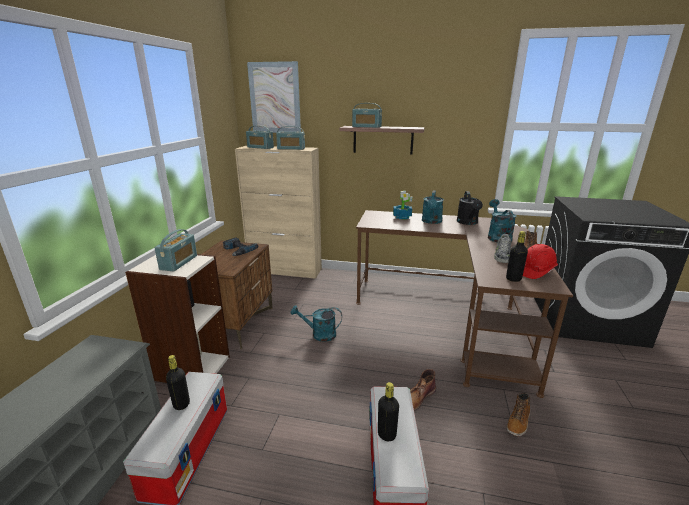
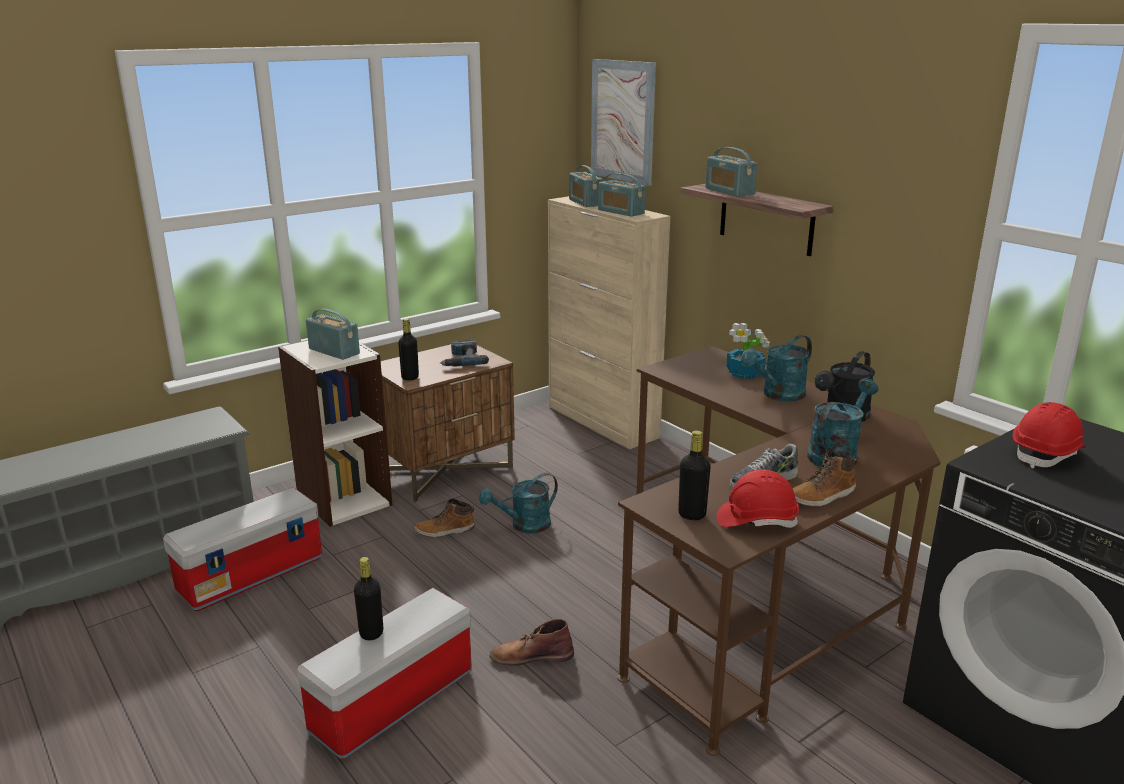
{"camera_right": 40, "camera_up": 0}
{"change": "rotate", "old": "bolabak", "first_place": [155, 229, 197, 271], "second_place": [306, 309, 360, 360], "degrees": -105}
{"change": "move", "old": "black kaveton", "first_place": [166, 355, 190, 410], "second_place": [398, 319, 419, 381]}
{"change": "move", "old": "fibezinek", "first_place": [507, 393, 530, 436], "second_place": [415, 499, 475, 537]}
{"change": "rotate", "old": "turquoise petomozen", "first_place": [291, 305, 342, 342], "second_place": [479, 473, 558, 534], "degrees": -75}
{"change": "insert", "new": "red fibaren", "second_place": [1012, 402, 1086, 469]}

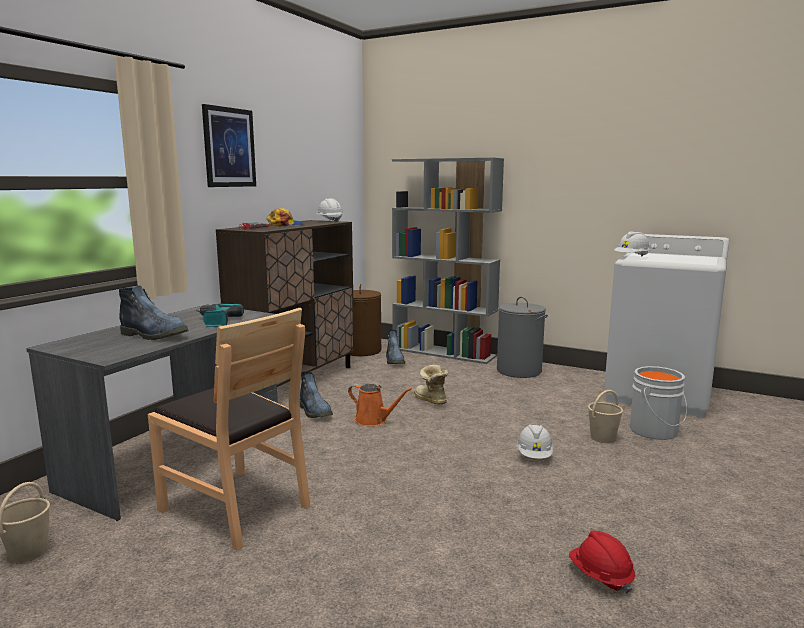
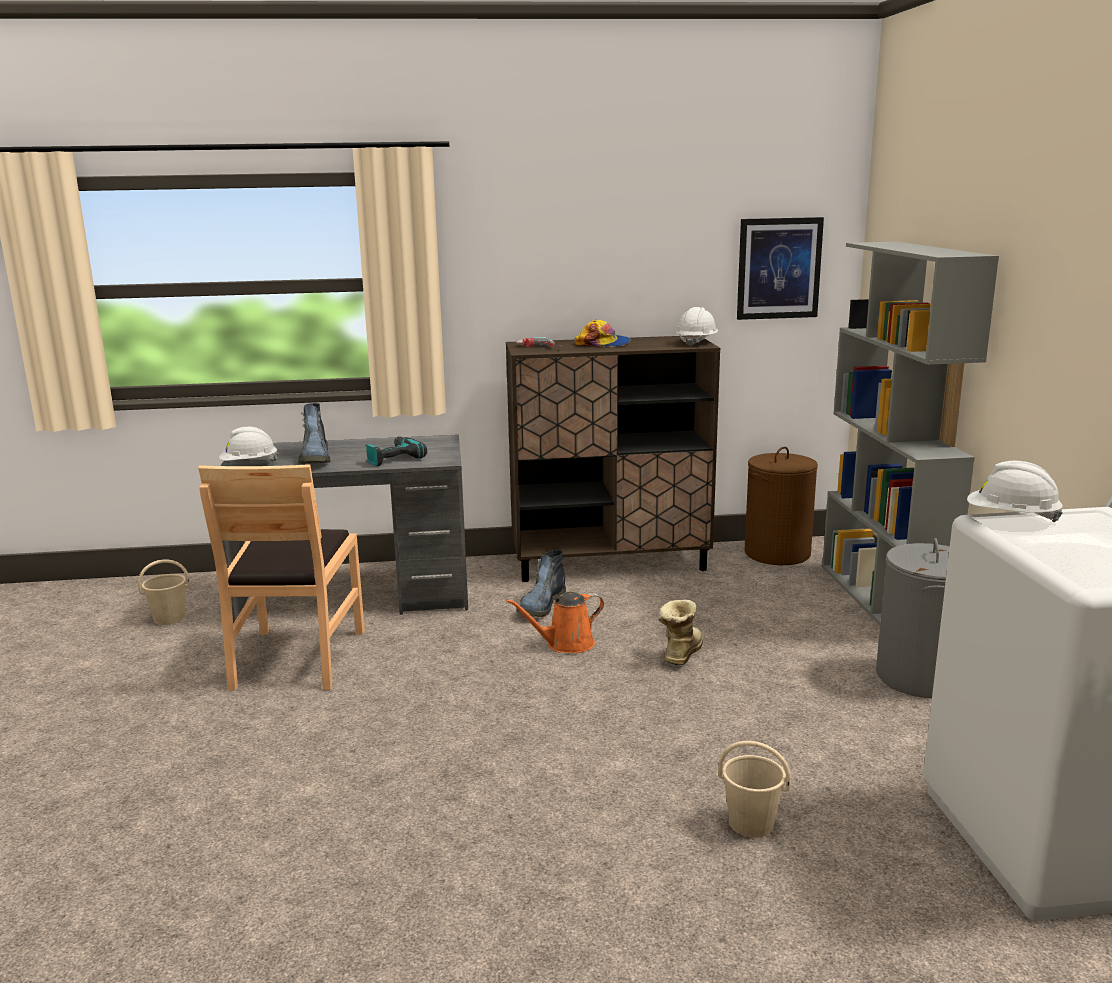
{"camera_right": 55, "camera_up": 5}
{"change": "move", "old": "white fibaren", "first_place": [517, 424, 553, 459], "second_place": [219, 427, 278, 461]}
{"change": "rotate", "old": "orange petomozen", "first_place": [348, 384, 412, 426], "second_place": [506, 592, 604, 653], "degrees": 75}
{"change": "move", "old": "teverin", "first_place": [202, 104, 256, 187], "second_place": [737, 217, 824, 320]}
{"change": "delete", "old": "fibezinek", "first_place": [386, 330, 405, 364]}
{"change": "delete", "old": "red fibaren", "first_place": [569, 530, 635, 594]}
{"change": "delete", "old": "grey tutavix", "first_place": [630, 366, 687, 440]}

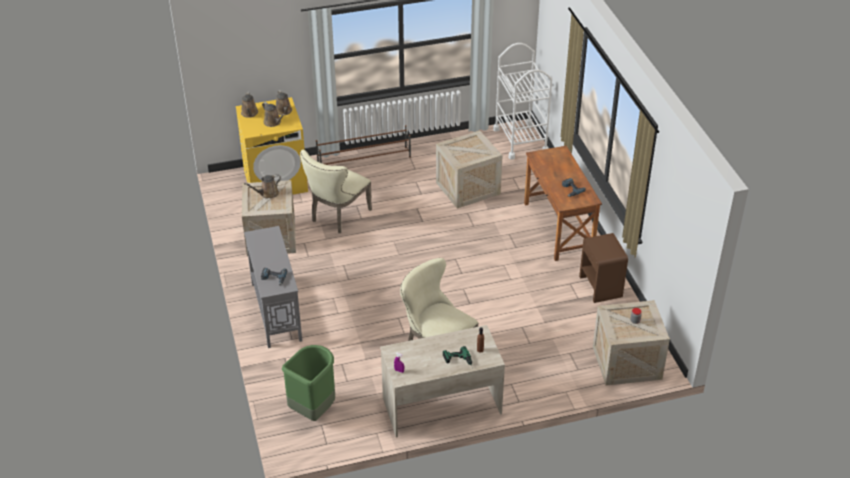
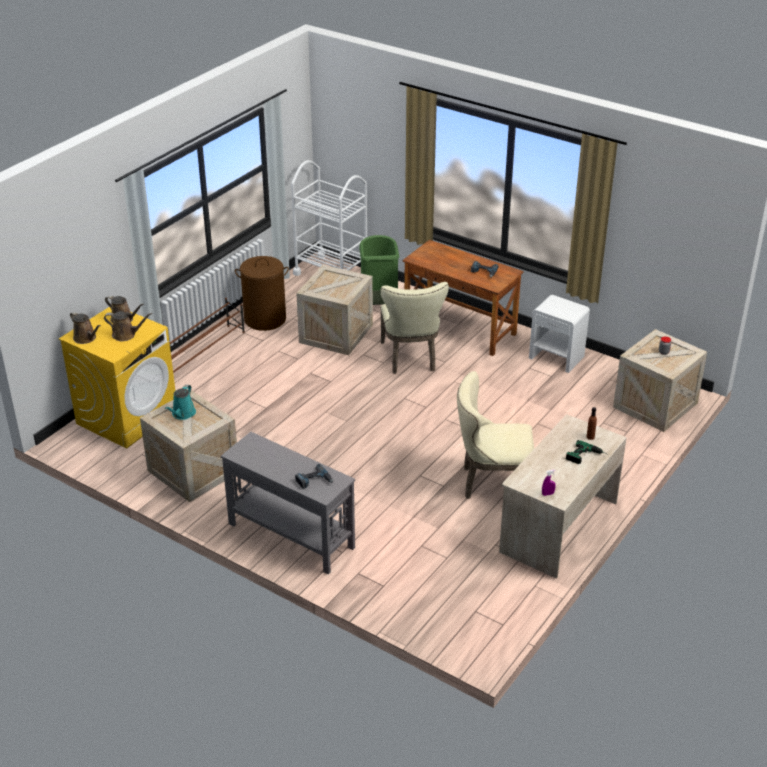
{"camera_right": -40, "camera_up": -5}
{"change": "recolor", "old": "brown petomozen", "new": "turquoise petomozen", "first_place": [244, 174, 281, 198], "second_place": [165, 384, 196, 420]}
{"change": "insert", "new": "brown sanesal", "second_place": [235, 256, 289, 331]}
{"change": "move", "old": "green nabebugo", "first_place": [282, 345, 335, 421], "second_place": [359, 235, 399, 305]}
{"change": "move", "old": "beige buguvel", "first_place": [300, 150, 372, 233], "second_place": [380, 282, 449, 374]}
{"change": "recolor", "old": "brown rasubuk", "new": "white rasubuk", "first_place": [579, 233, 628, 303], "second_place": [529, 295, 590, 373]}

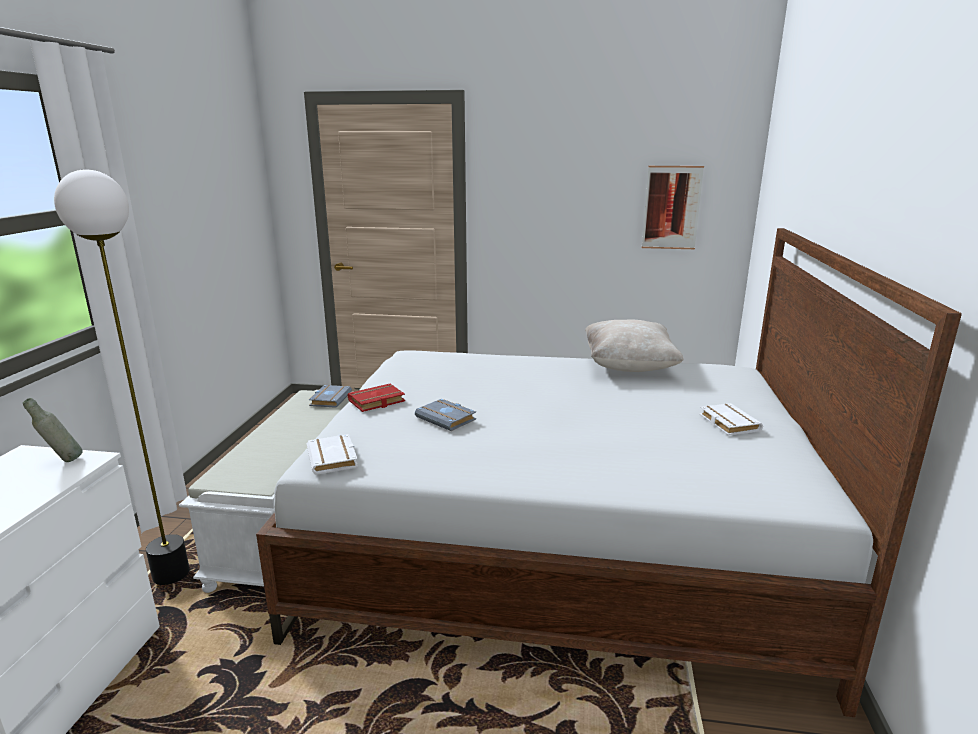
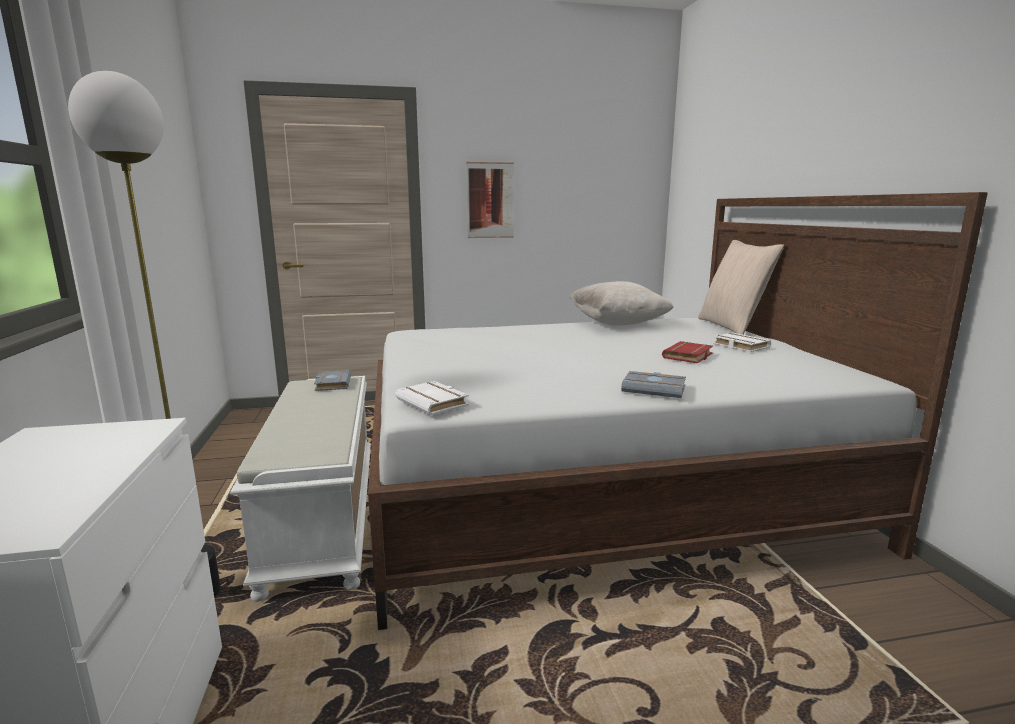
{"camera_right": -20, "camera_up": -5}
{"change": "move", "old": "teverin", "first_place": [642, 166, 704, 249], "second_place": [466, 162, 514, 238]}
{"change": "move", "old": "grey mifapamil", "first_place": [415, 399, 476, 431], "second_place": [621, 371, 686, 398]}
{"change": "move", "old": "red mifapamil", "first_place": [348, 384, 405, 412], "second_place": [662, 341, 713, 363]}
{"change": "insert", "new": "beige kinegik", "second_place": [698, 240, 784, 335]}
{"change": "delete", "old": "grey kaveton", "first_place": [23, 398, 83, 462]}

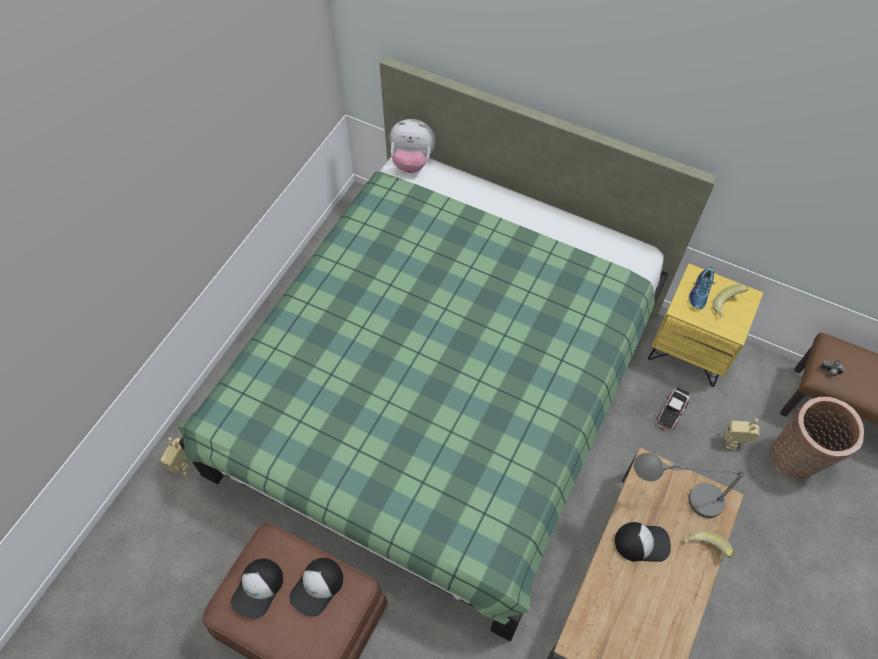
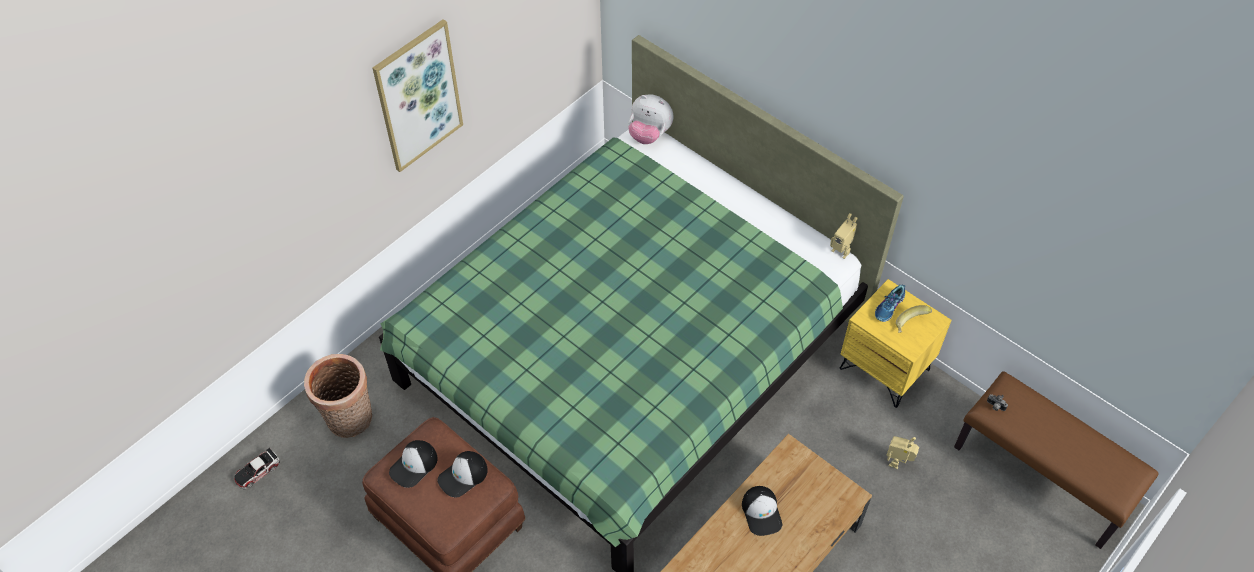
{"camera_right": 15, "camera_up": -5}
{"change": "move", "old": "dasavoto", "first_place": [656, 387, 690, 431], "second_place": [234, 447, 280, 489]}
{"change": "move", "old": "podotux", "first_place": [770, 397, 864, 480], "second_place": [304, 354, 372, 438]}
{"change": "insert", "new": "teverin", "second_place": [373, 19, 463, 172]}
{"change": "rotate", "old": "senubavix", "first_place": [615, 522, 671, 562], "second_place": [742, 486, 782, 536], "degrees": 60}
{"change": "move", "old": "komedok", "first_place": [160, 437, 191, 475], "second_place": [830, 213, 858, 259]}
{"change": "delete", "old": "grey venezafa", "first_place": [634, 453, 744, 518]}
{"change": "delete", "old": "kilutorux", "first_place": [684, 530, 734, 558]}

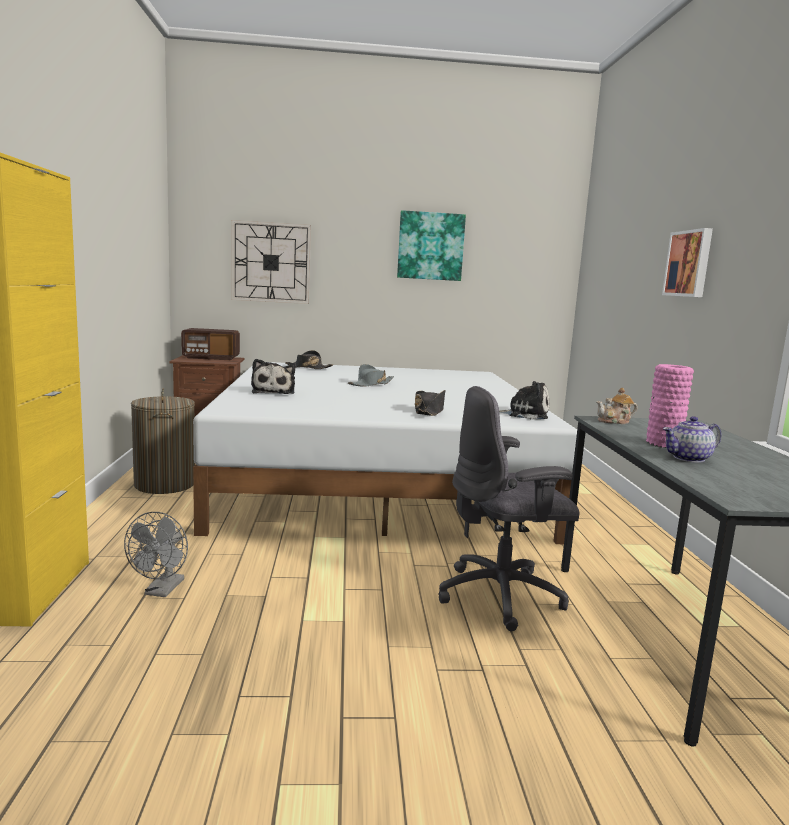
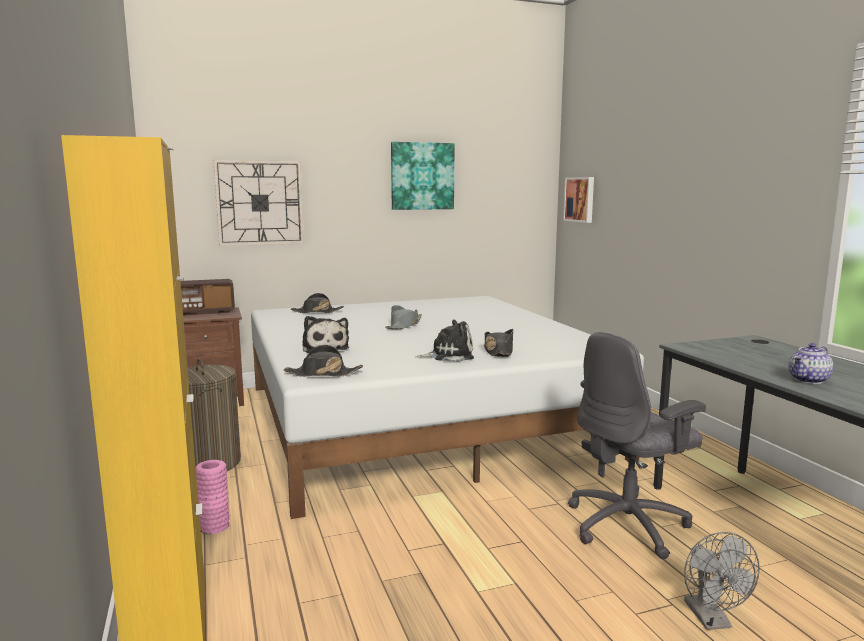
{"camera_right": -15, "camera_up": 0}
{"change": "move", "old": "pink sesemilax", "first_place": [646, 364, 694, 448], "second_place": [196, 460, 229, 534]}
{"change": "insert", "new": "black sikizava", "second_place": [284, 345, 363, 377]}
{"change": "move", "old": "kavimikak", "first_place": [499, 381, 549, 420], "second_place": [416, 320, 474, 361]}
{"change": "move", "old": "teverin", "first_place": [662, 228, 713, 297], "second_place": [563, 177, 594, 223]}
{"change": "move", "old": "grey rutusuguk", "first_place": [124, 512, 188, 597], "second_place": [684, 532, 760, 630]}
{"change": "delete", "old": "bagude", "first_place": [596, 388, 637, 424]}

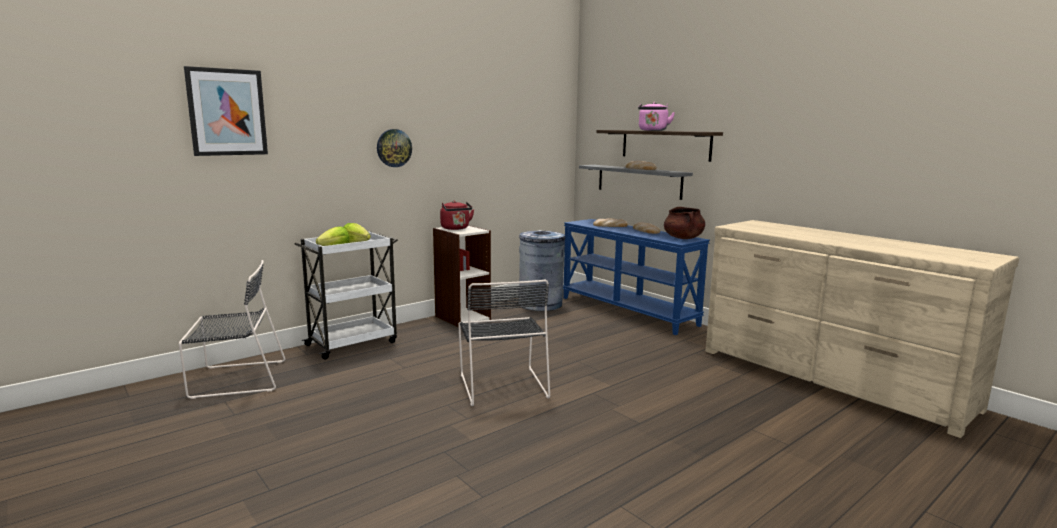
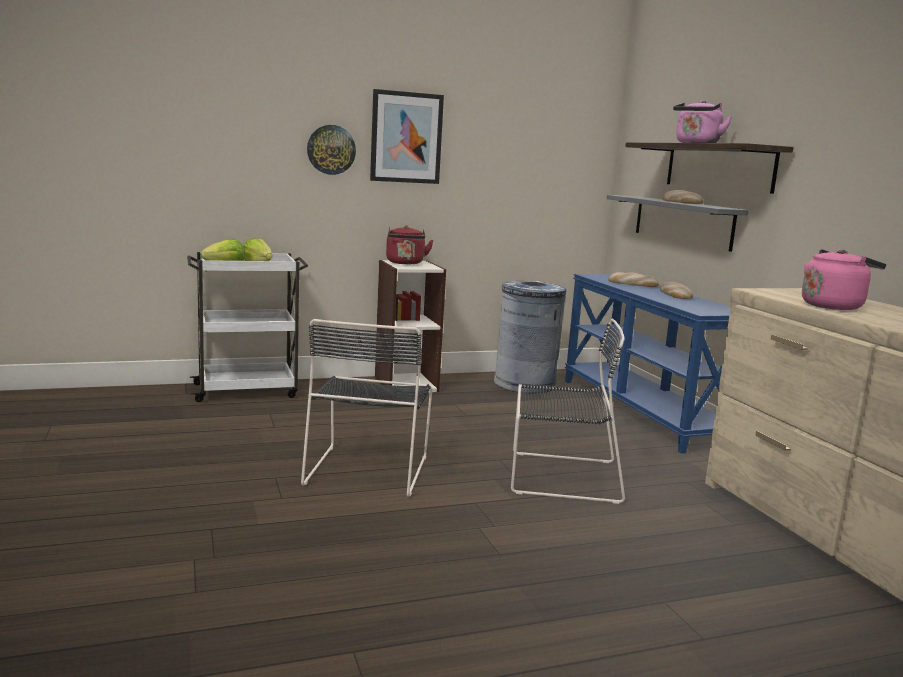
{"camera_right": 20, "camera_up": 0}
{"change": "move", "old": "teverin", "first_place": [184, 66, 268, 156], "second_place": [370, 89, 444, 184]}
{"change": "move", "old": "black buguvel", "first_place": [179, 260, 285, 399], "second_place": [511, 319, 625, 504]}
{"change": "insert", "new": "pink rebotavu", "second_place": [802, 249, 886, 310]}
{"change": "delete", "old": "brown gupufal", "first_place": [664, 207, 705, 239]}

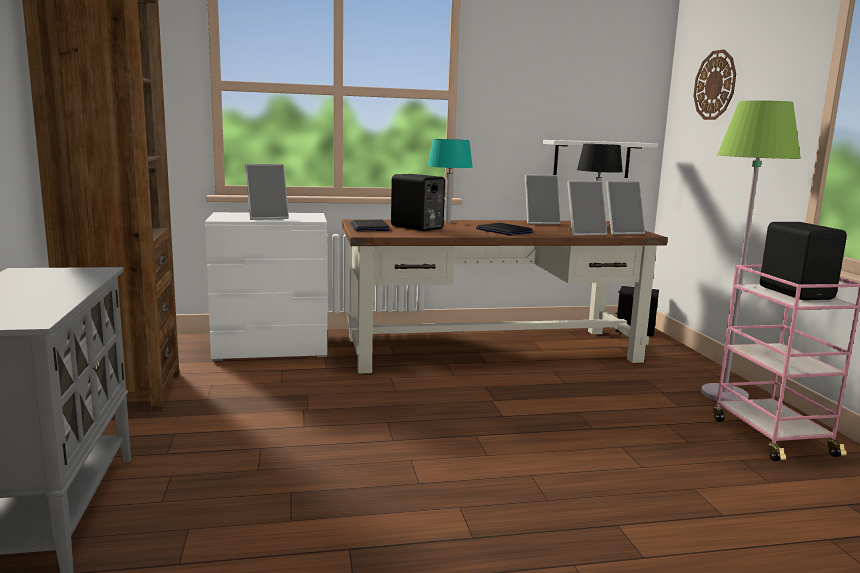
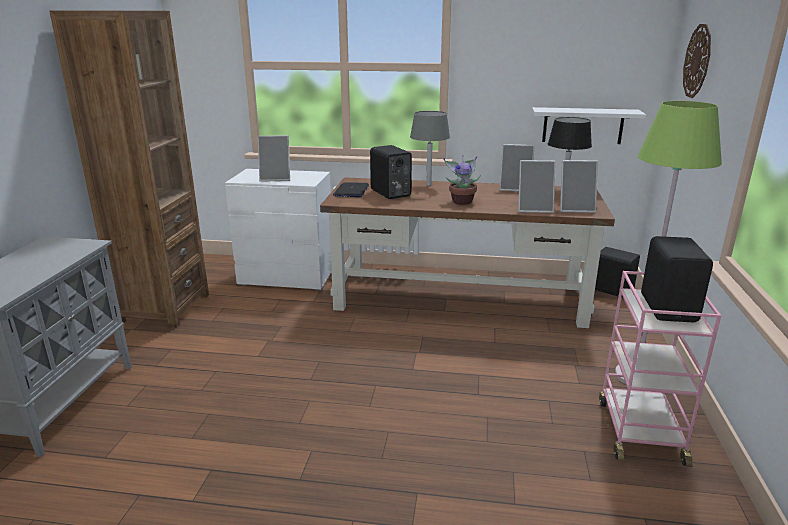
{"camera_right": 20, "camera_up": 10}
{"change": "recolor", "old": "turquoise venezafa", "new": "grey venezafa", "first_place": [427, 139, 473, 223], "second_place": [410, 111, 450, 186]}
{"change": "replace", "old": "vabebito", "new": "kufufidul", "first_place": [476, 223, 533, 236], "second_place": [443, 155, 481, 205]}

